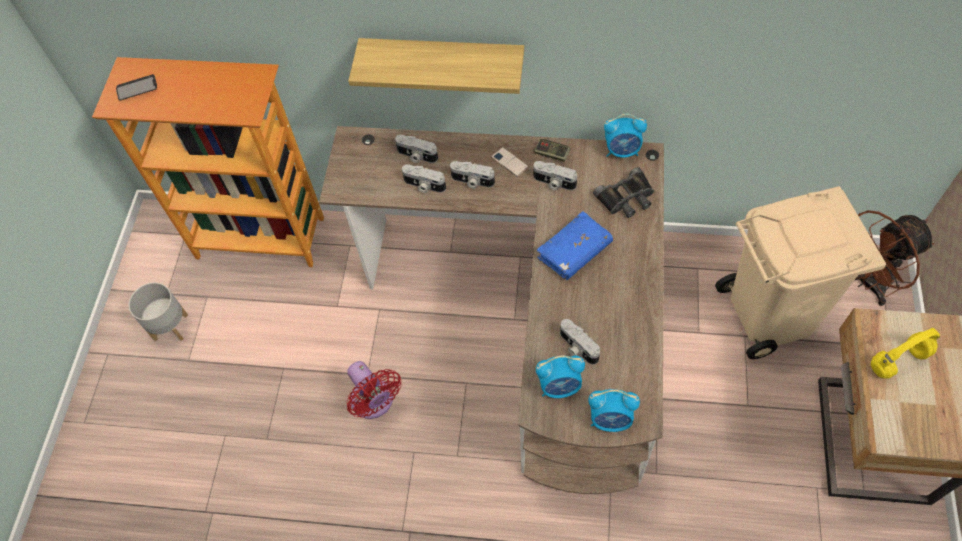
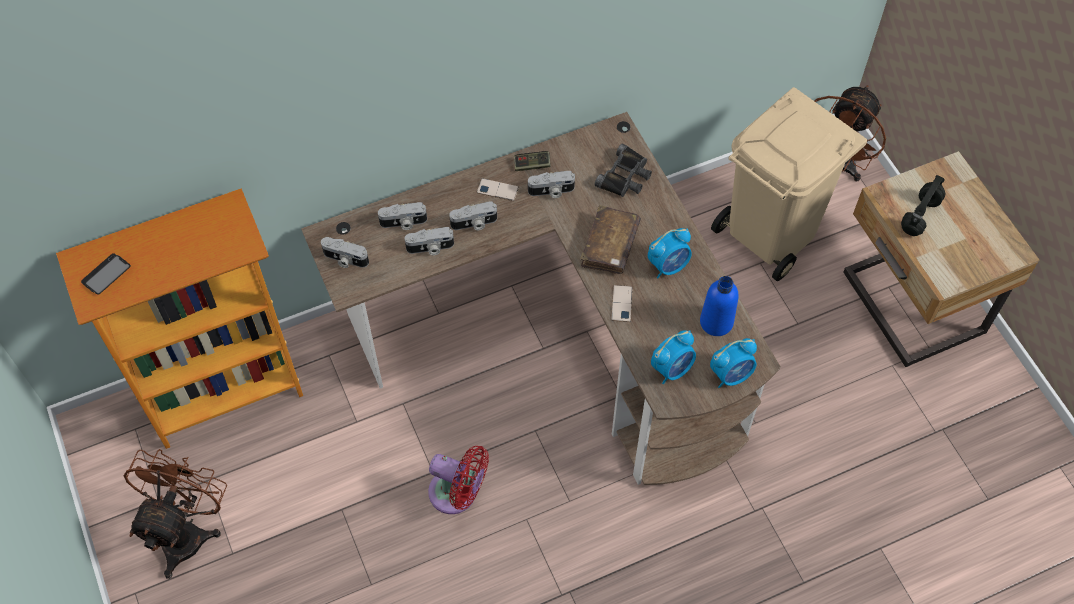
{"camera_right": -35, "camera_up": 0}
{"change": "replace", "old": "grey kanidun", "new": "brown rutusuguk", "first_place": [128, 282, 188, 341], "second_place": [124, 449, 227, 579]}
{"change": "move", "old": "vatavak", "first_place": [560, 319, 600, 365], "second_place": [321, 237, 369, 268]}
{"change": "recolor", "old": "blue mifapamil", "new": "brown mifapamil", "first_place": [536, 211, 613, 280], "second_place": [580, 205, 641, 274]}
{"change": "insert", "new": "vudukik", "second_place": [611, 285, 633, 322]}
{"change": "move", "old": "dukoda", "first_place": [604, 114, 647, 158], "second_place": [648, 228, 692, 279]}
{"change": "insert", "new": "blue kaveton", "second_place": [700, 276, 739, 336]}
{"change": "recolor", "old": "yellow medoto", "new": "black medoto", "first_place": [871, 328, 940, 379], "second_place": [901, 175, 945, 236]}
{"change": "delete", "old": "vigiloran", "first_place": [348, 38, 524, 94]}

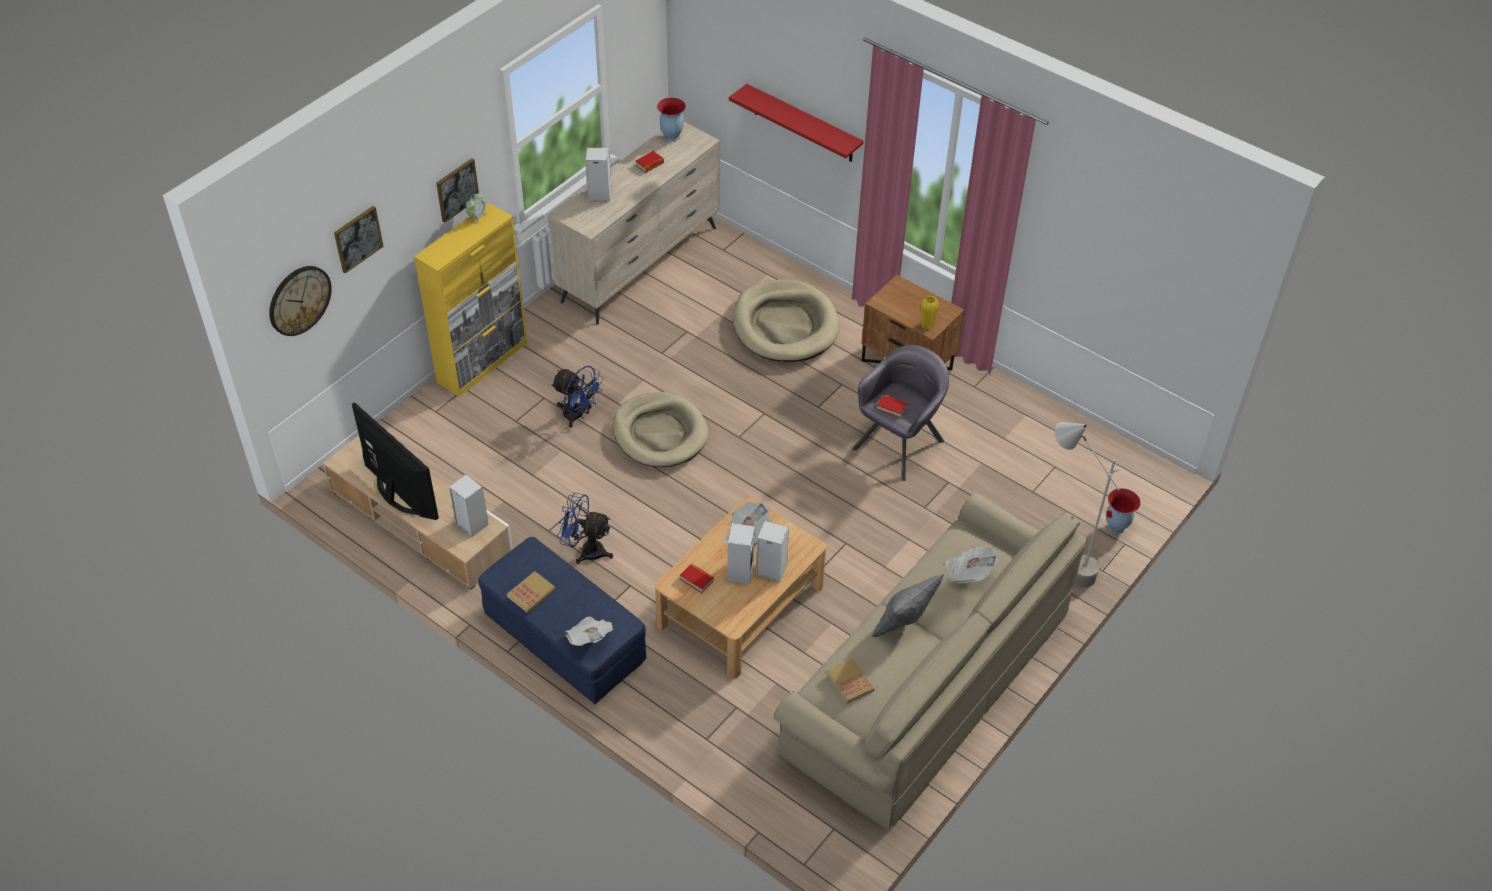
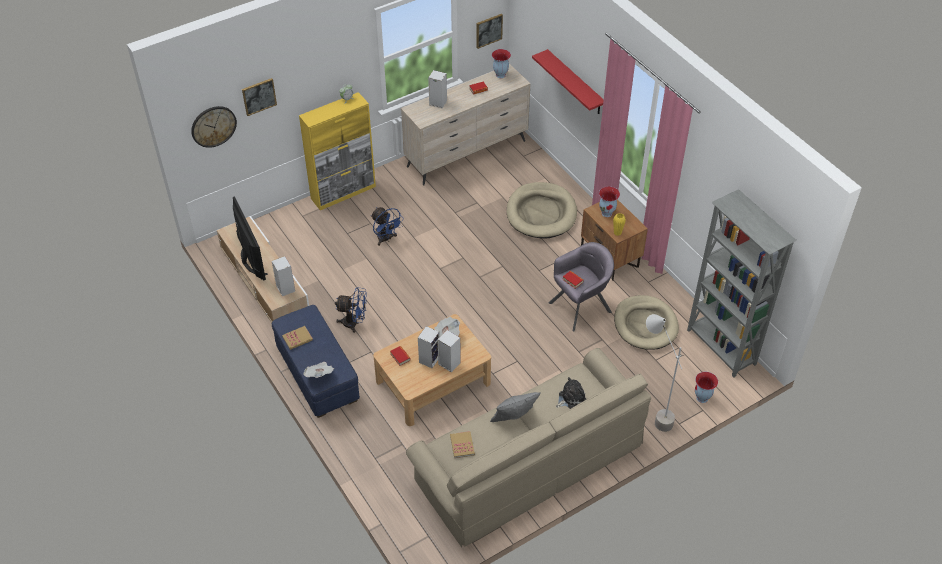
{"camera_right": 20, "camera_up": 0}
{"change": "rotate", "old": "blue rutusuguk", "first_place": [557, 493, 613, 564], "second_place": [335, 287, 367, 333], "degrees": 150}
{"change": "move", "old": "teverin", "first_place": [436, 158, 479, 223], "second_place": [476, 14, 503, 49]}
{"change": "replace", "old": "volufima", "new": "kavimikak", "first_place": [945, 547, 997, 583], "second_place": [556, 377, 586, 409]}
{"change": "insert", "new": "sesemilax", "second_place": [599, 187, 620, 217]}
{"change": "move", "old": "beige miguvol", "first_place": [613, 392, 708, 467], "second_place": [614, 295, 679, 350]}
{"change": "insert", "new": "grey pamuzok", "second_place": [687, 189, 797, 378]}

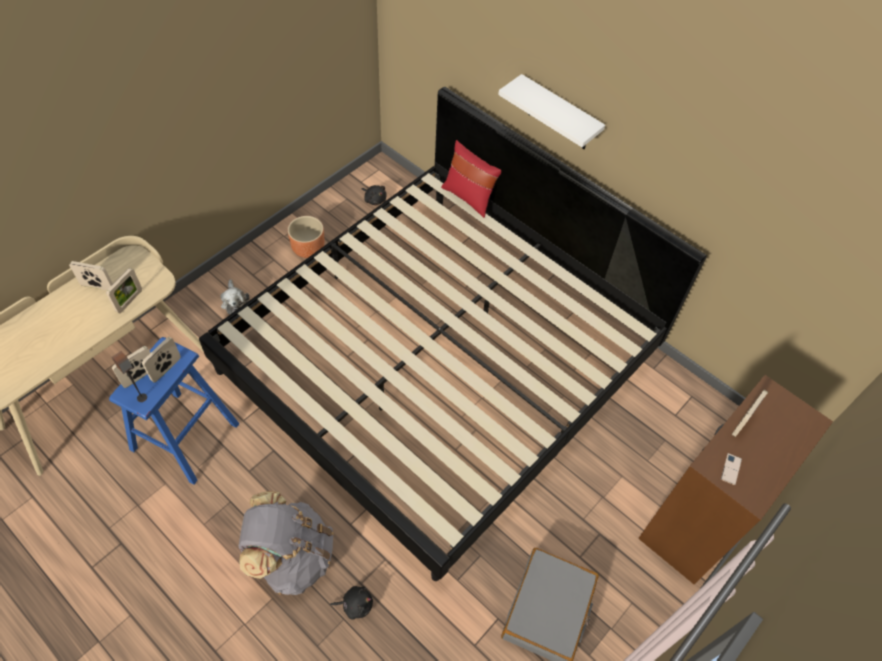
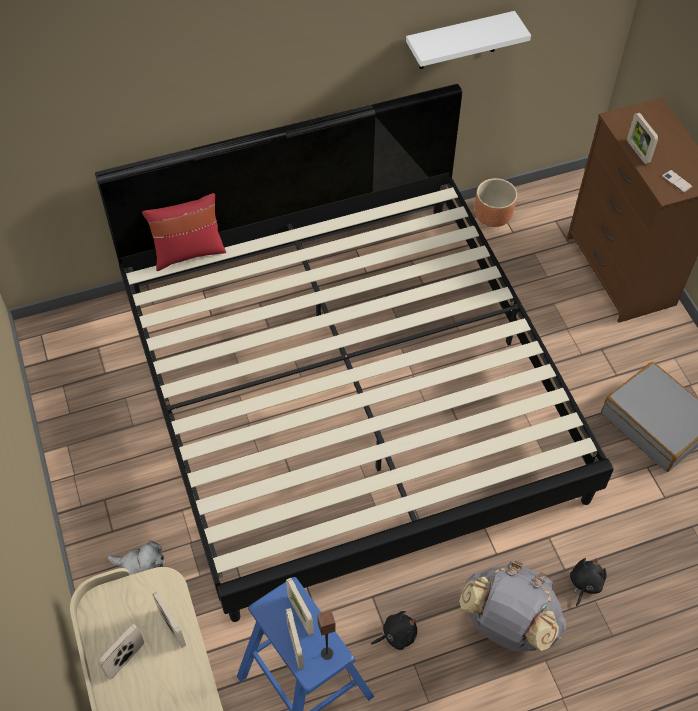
{"camera_right": -60, "camera_up": 0}
{"change": "move", "old": "black kavimikak", "first_place": [362, 185, 386, 205], "second_place": [371, 611, 417, 650]}
{"change": "move", "old": "white vigiloran", "first_place": [498, 74, 605, 149], "second_place": [406, 11, 531, 69]}
{"change": "move", "old": "brown kanidun", "first_place": [288, 216, 325, 258], "second_place": [475, 178, 517, 227]}

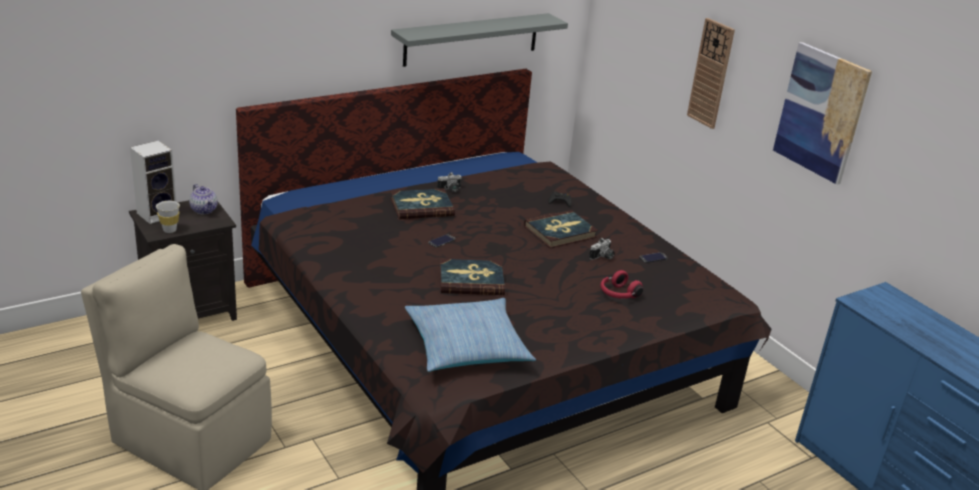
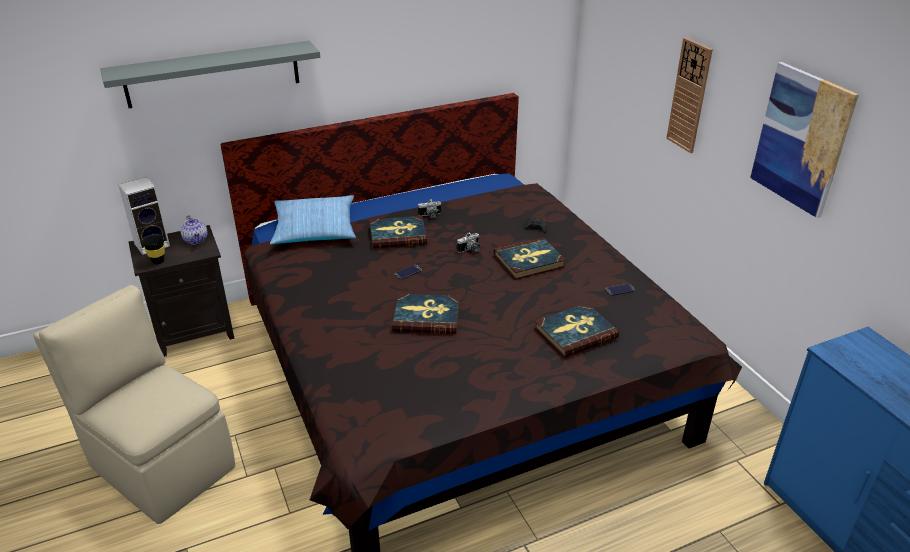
{"camera_right": 10, "camera_up": 5}
{"change": "move", "old": "grey vigiloran", "first_place": [391, 13, 568, 67], "second_place": [100, 41, 320, 108]}
{"change": "recolor", "old": "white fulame", "new": "black fulame", "first_place": [156, 201, 180, 233], "second_place": [141, 234, 165, 264]}
{"change": "move", "old": "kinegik", "first_place": [405, 298, 536, 372], "second_place": [270, 195, 356, 245]}
{"change": "move", "old": "vatavak", "first_place": [589, 238, 615, 260], "second_place": [457, 232, 481, 253]}
{"change": "replace", "old": "red medoto", "new": "mifapamil", "first_place": [601, 270, 643, 299], "second_place": [534, 303, 619, 358]}

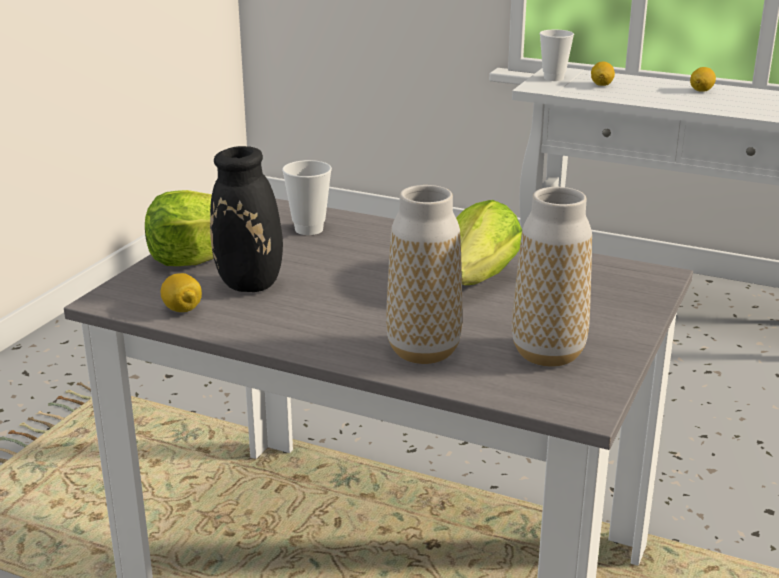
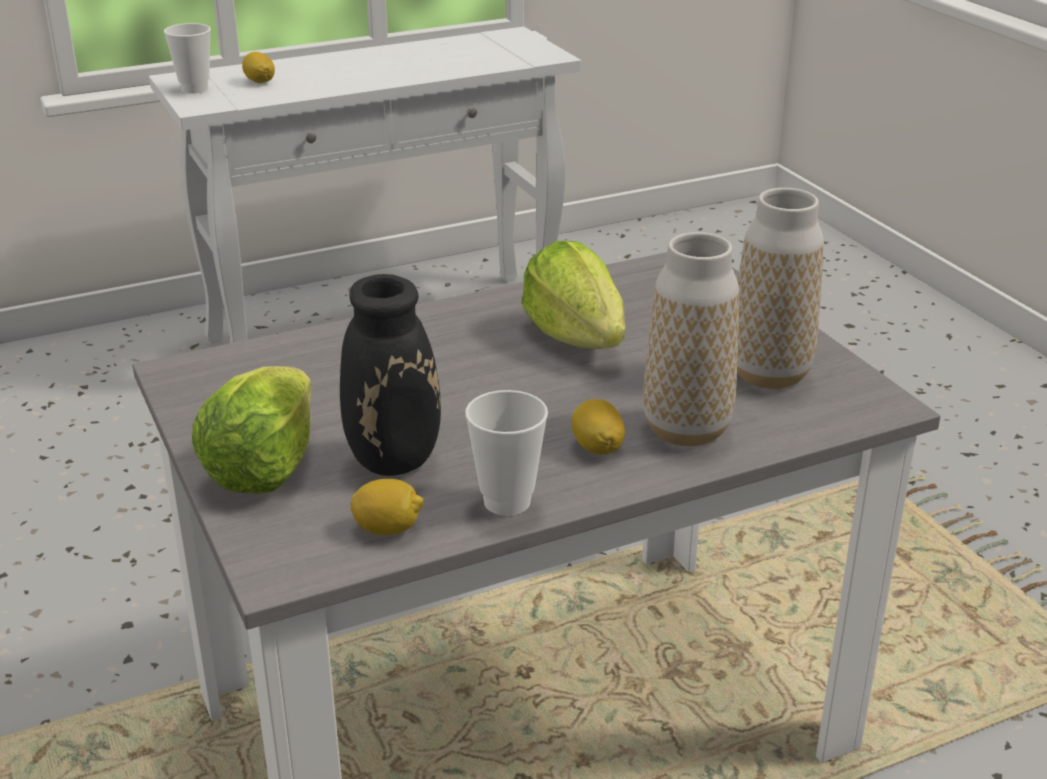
{"camera_right": -50, "camera_up": 5}
{"change": "move", "old": "fulame", "first_place": [282, 160, 332, 235], "second_place": [465, 390, 548, 516]}
{"change": "move", "old": "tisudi", "first_place": [690, 67, 716, 92], "second_place": [572, 399, 625, 455]}

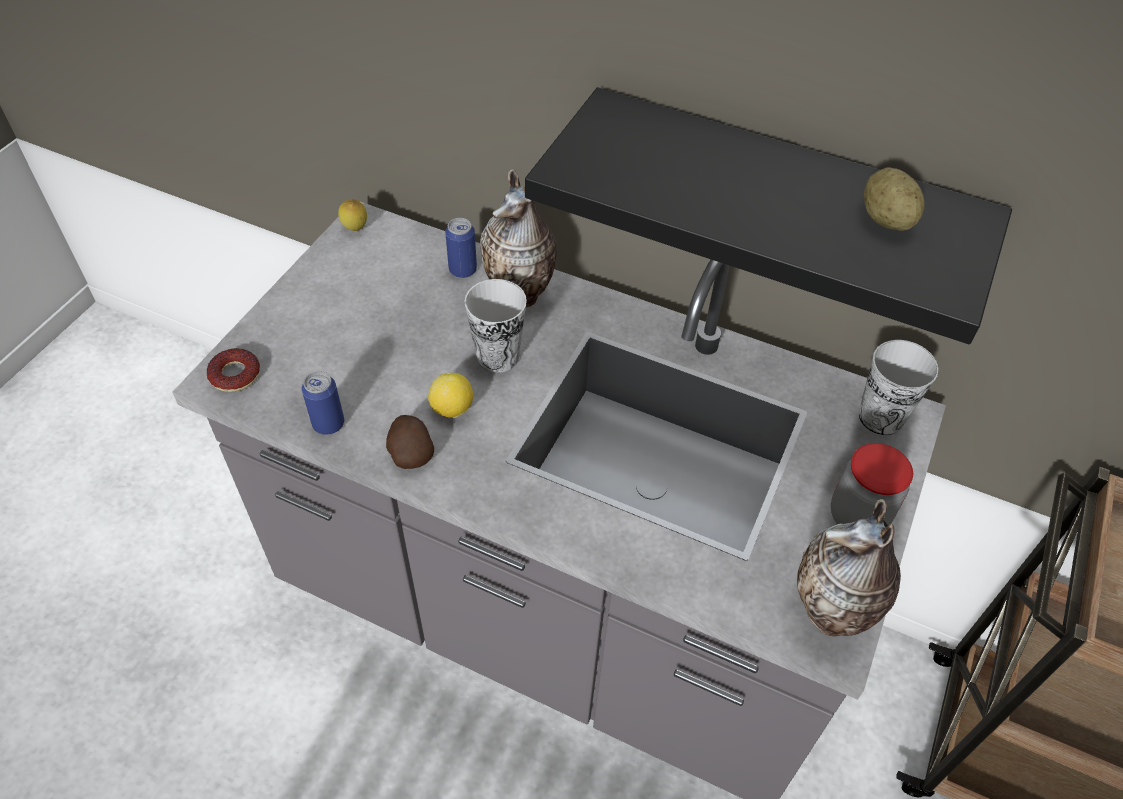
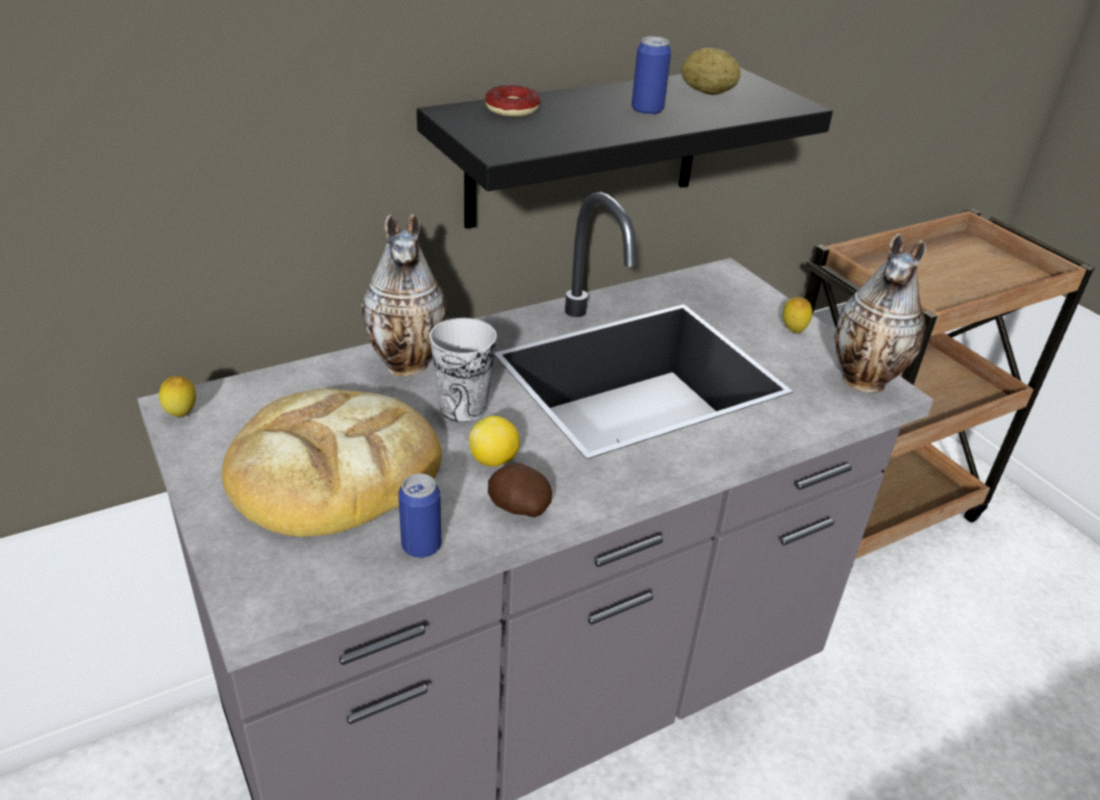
{"camera_right": -55, "camera_up": -15}
{"change": "insert", "new": "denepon", "second_place": [222, 388, 442, 537]}
{"change": "move", "old": "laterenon", "first_place": [207, 348, 260, 392], "second_place": [485, 85, 540, 117]}
{"change": "move", "old": "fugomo", "first_place": [445, 218, 477, 278], "second_place": [632, 36, 671, 115]}
{"change": "replace", "old": "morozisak", "new": "tisudi", "first_place": [831, 443, 913, 525], "second_place": [782, 297, 813, 333]}
{"change": "delete", "old": "fulame", "first_place": [859, 340, 939, 435]}

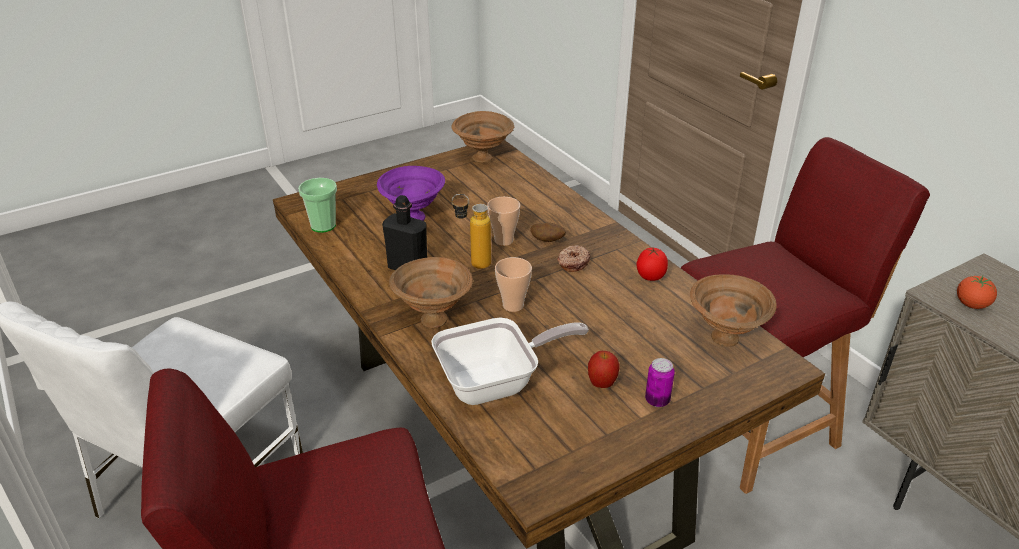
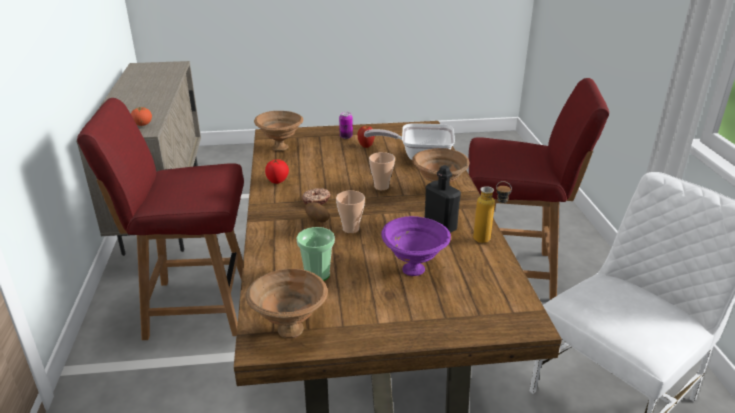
{"camera_right": -155, "camera_up": -5}
{"change": "move", "old": "fulame", "first_place": [298, 178, 337, 233], "second_place": [296, 227, 335, 281]}
{"change": "move", "old": "kaveton", "first_place": [452, 194, 491, 269], "second_place": [473, 181, 512, 243]}

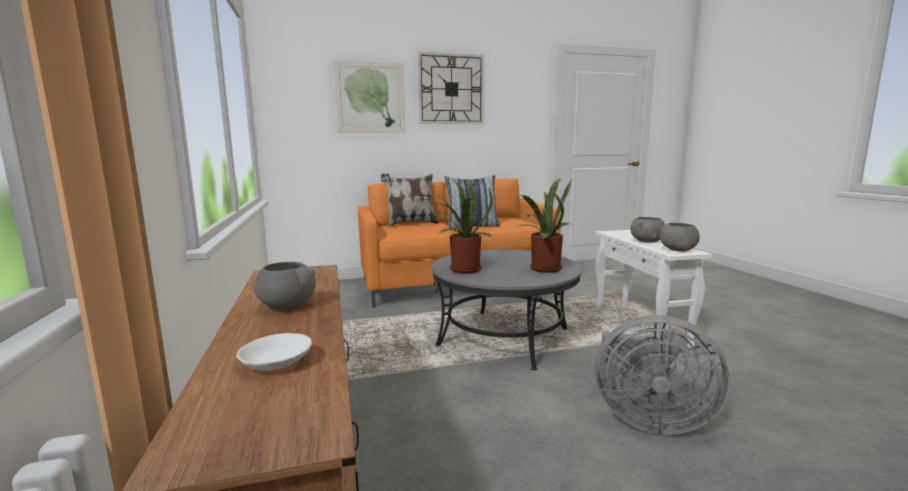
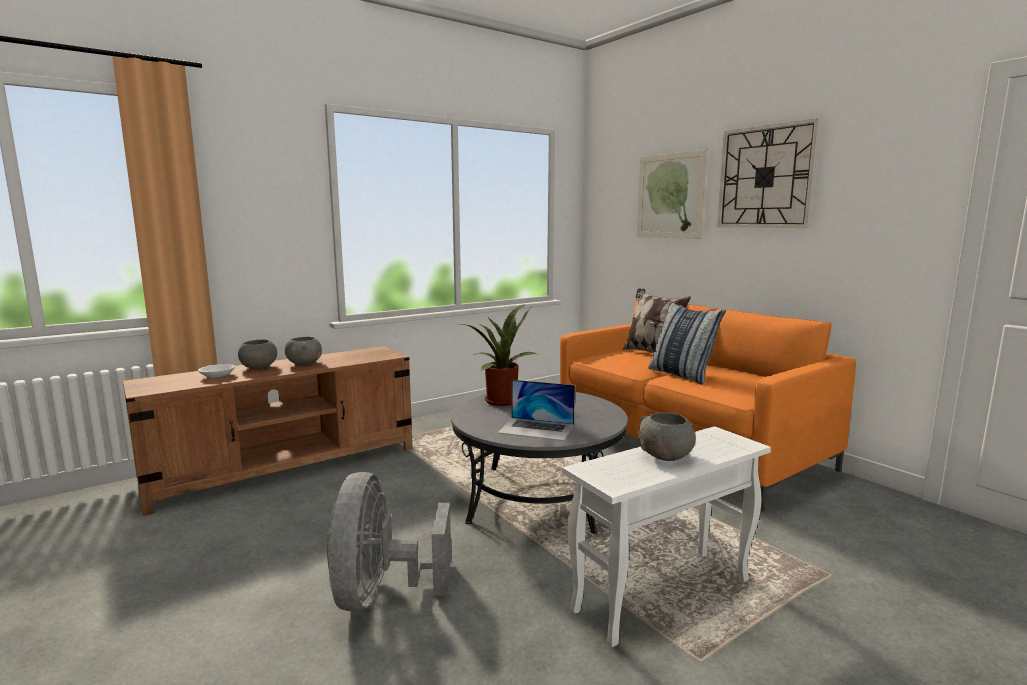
{"camera_right": 70, "camera_up": 0}
{"change": "move", "old": "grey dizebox", "first_place": [660, 223, 700, 252], "second_place": [238, 340, 277, 369]}
{"change": "replace", "old": "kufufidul", "new": "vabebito", "first_place": [516, 178, 572, 273], "second_place": [498, 380, 575, 441]}

